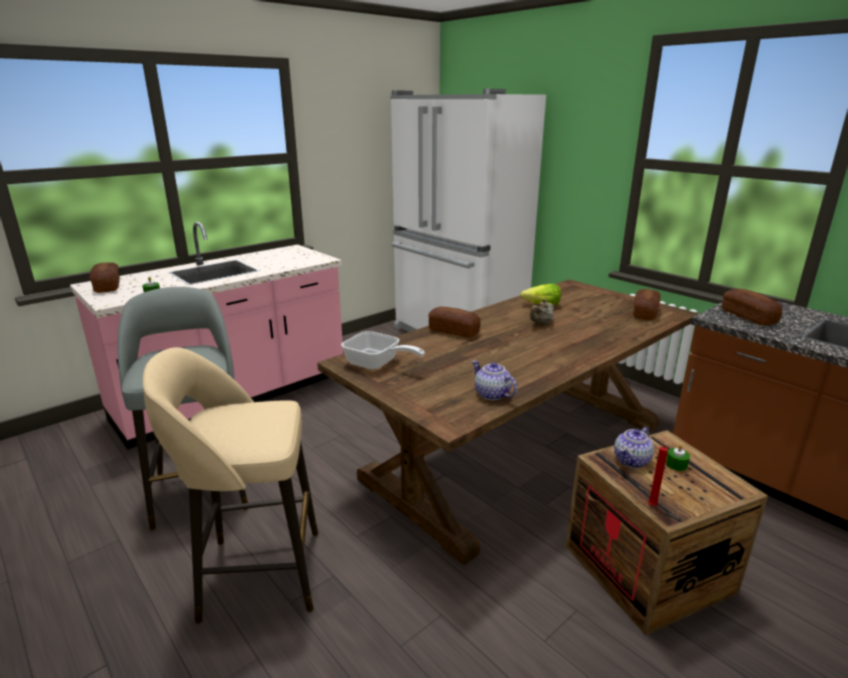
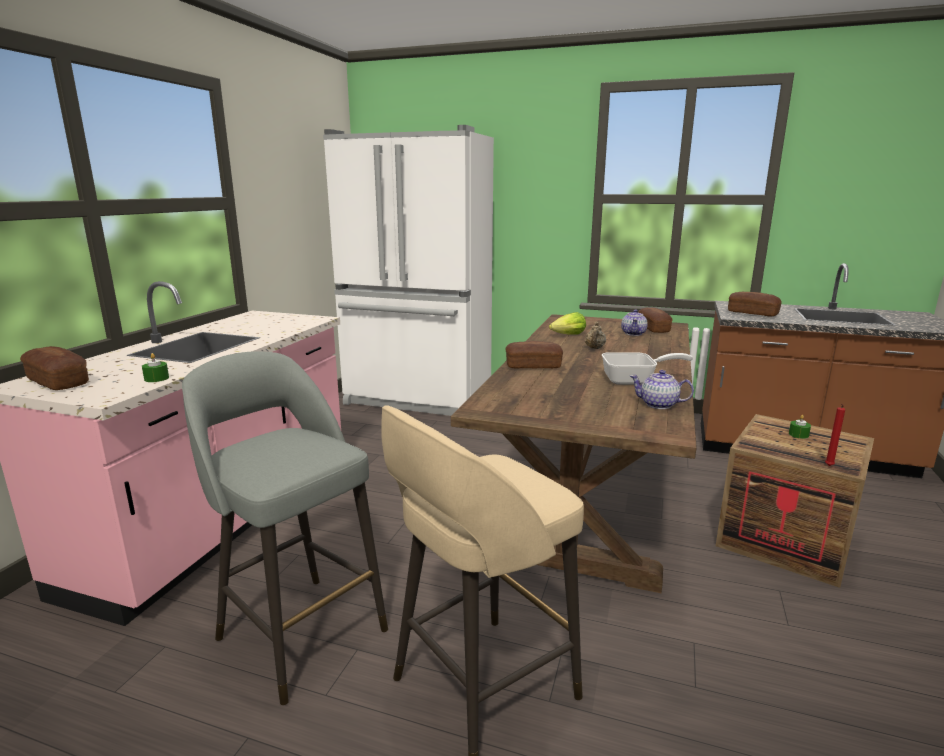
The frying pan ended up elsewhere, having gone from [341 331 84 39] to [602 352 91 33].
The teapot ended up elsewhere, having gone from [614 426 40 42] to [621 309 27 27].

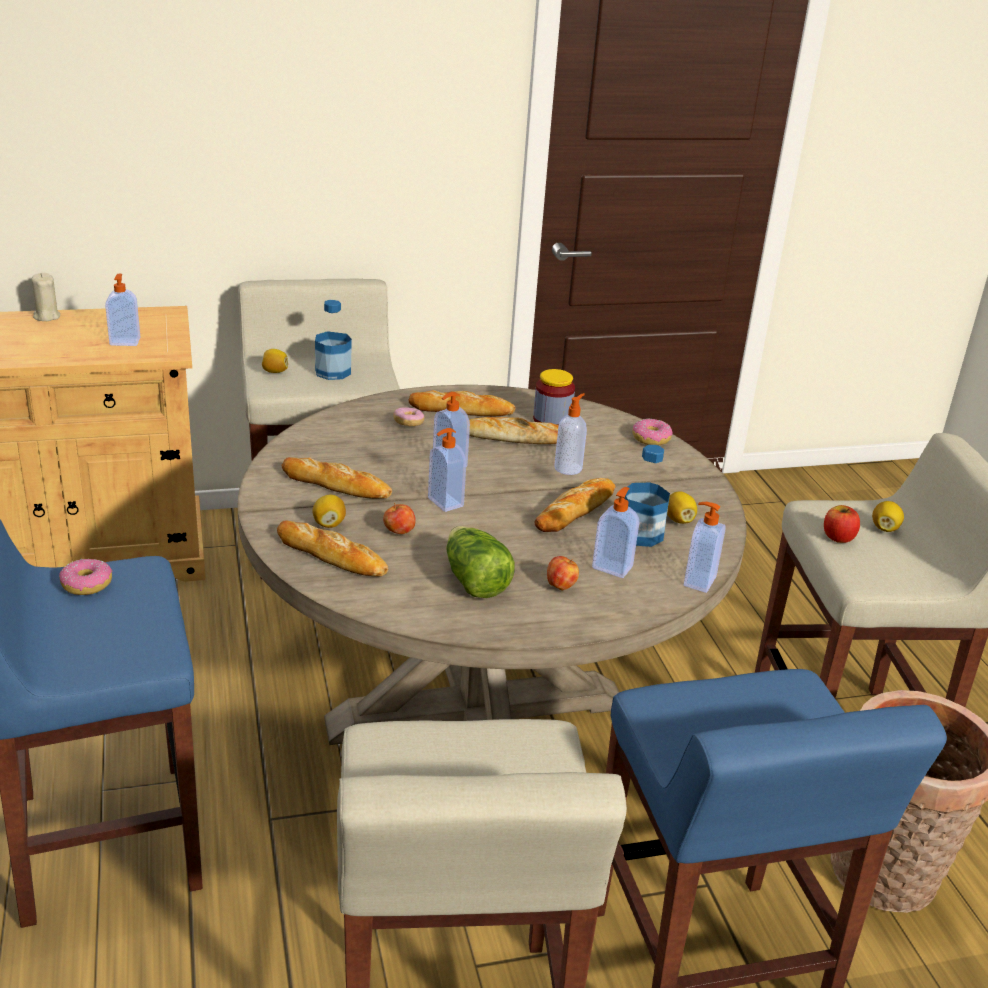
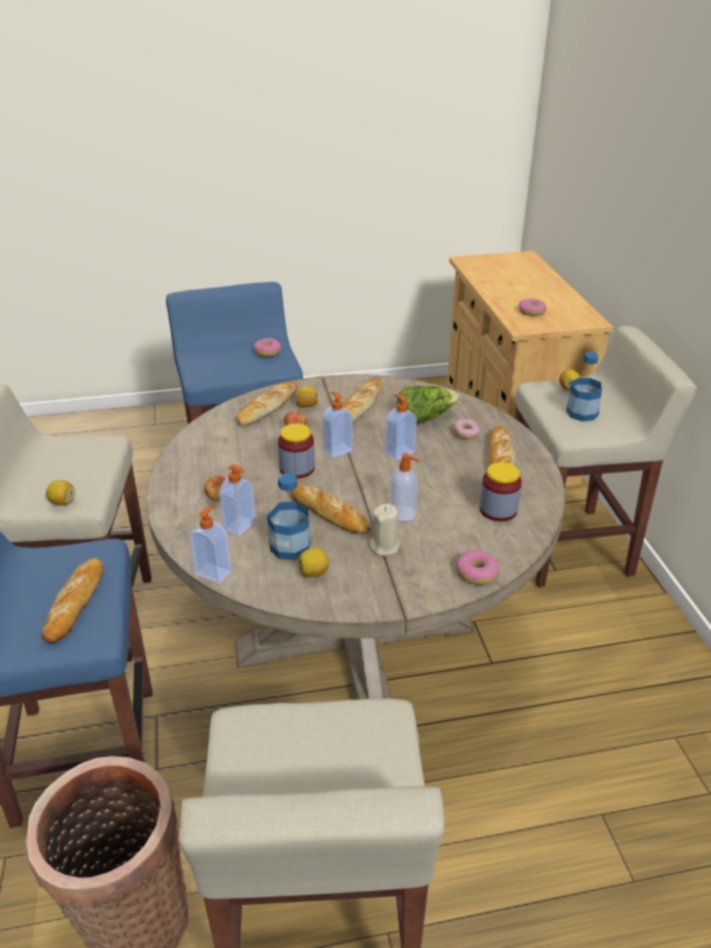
The beige wax candle ended up elsewhere, having gone from [31 273 29 48] to [369 503 31 53].
Where the soap dispenser stood at [105 274 35 72], the donut came to stand at [518 298 29 18].
The lettuce ended up elsewhere, having gone from [447 526 68 72] to [397 385 62 39].
The bread ended up elsewhere, having gone from [469 417 90 27] to [41 558 62 85].
The second view lost the apple fruit at [824 505 36 38].
The whole lemon ended up elsewhere, having gone from [872 501 32 31] to [46 480 29 25].
The second view gained the preserve jar at [278 423 37 56].

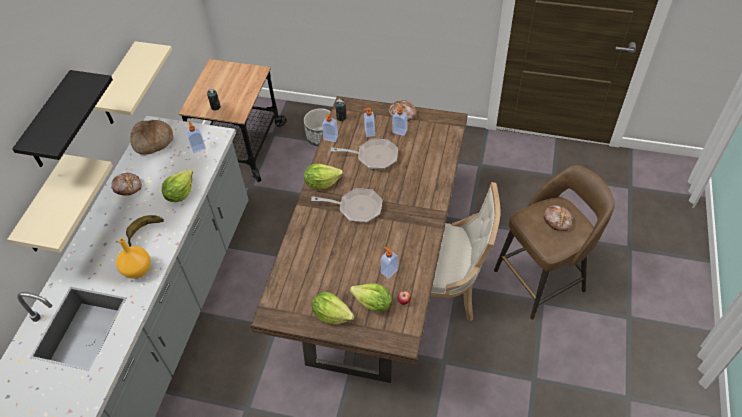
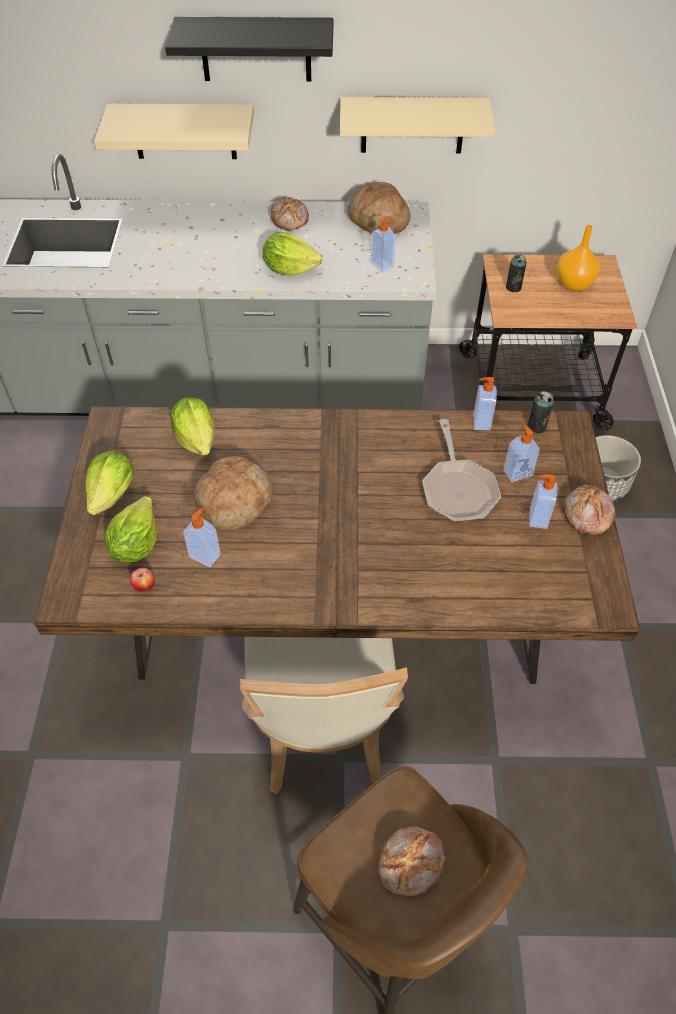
The orange vase ended up elsewhere, having gone from [116 238 34 41] to [557 225 43 66].
The second view lost the banana at [126 215 38 32].
The lettuce ended up elsewhere, having gone from [304 164 39 26] to [171 397 43 59].
The second view lost the frying pan at [311 188 71 35].
The second view gained the bread at [193 456 80 75].

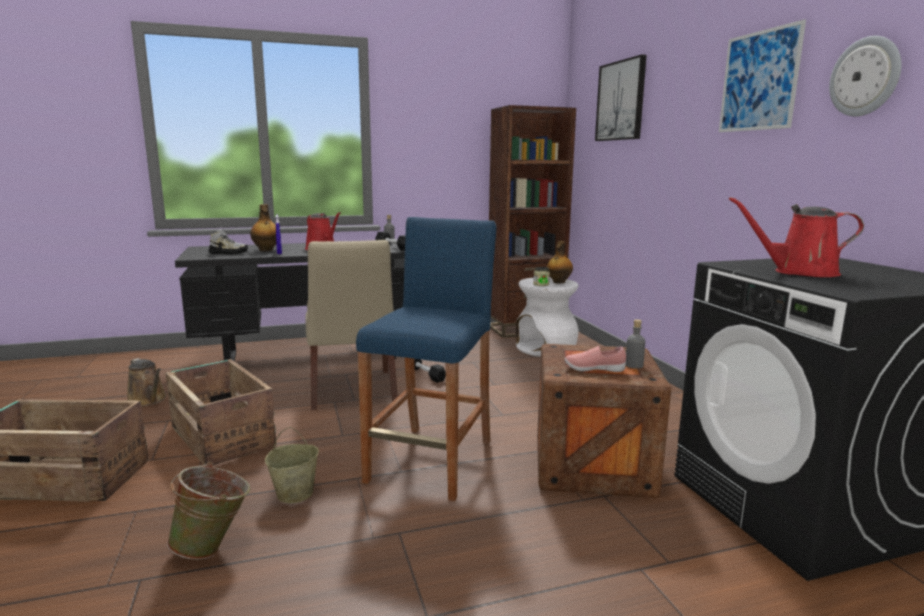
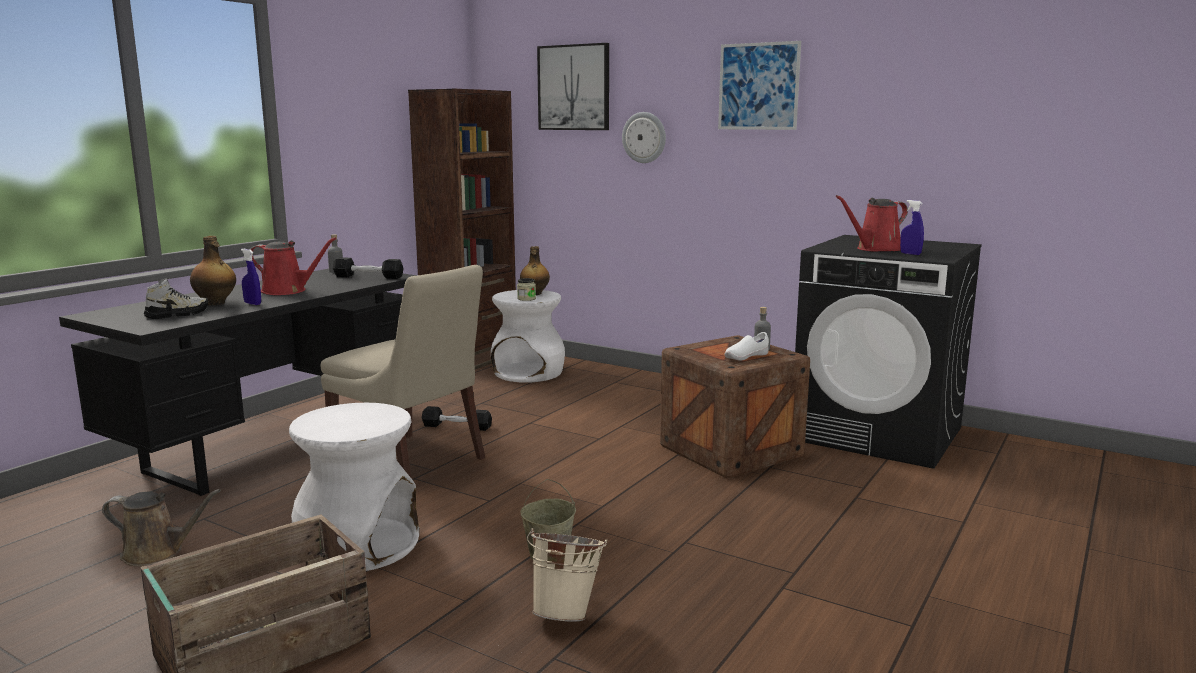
Where the crate stood at [165 359 112 106], the whitish stool came to stand at [289 403 130 168].
What was the green pail at [167 462 83 98] turned into the beige pail at [527 528 80 94].
The second view lost the blue stool at [356 217 141 284].
What was the pink shoe at [564 346 62 26] turned into the whitish shoe at [724 332 45 29].
The hanging clock ended up elsewhere, having gone from [829 36 72 81] to [622 112 44 51].
The second view gained the blue sprayer at [900 200 24 55].

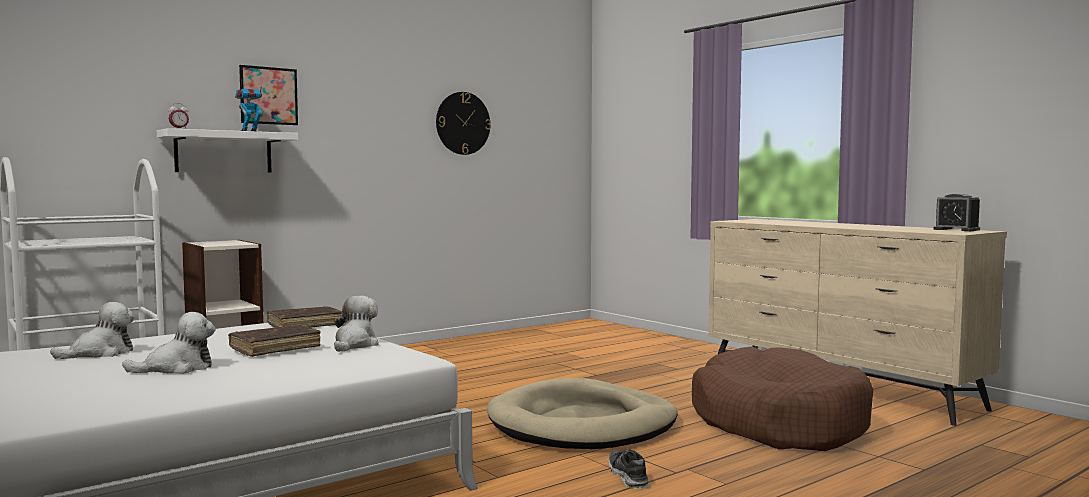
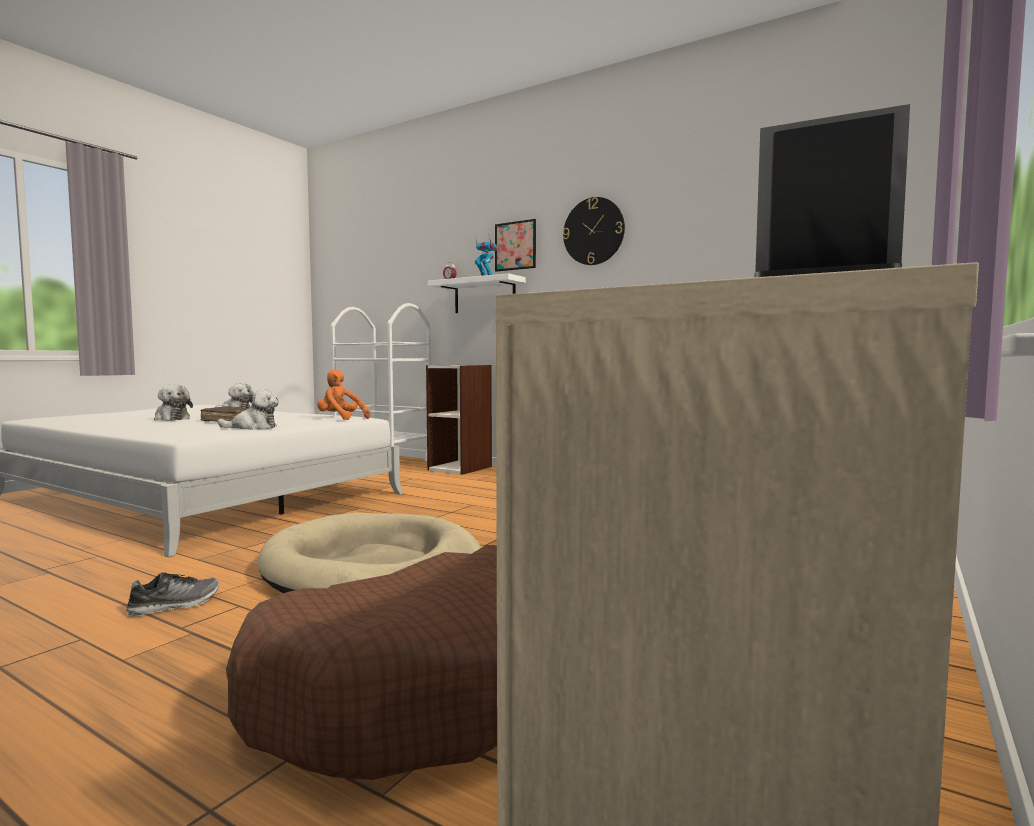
Where the brownish volume stood at [267 306 75 22], the orange soft toy came to stand at [317 369 53 51].
The hanging clock ended up elsewhere, having gone from [436 92 55 63] to [563 197 62 68].

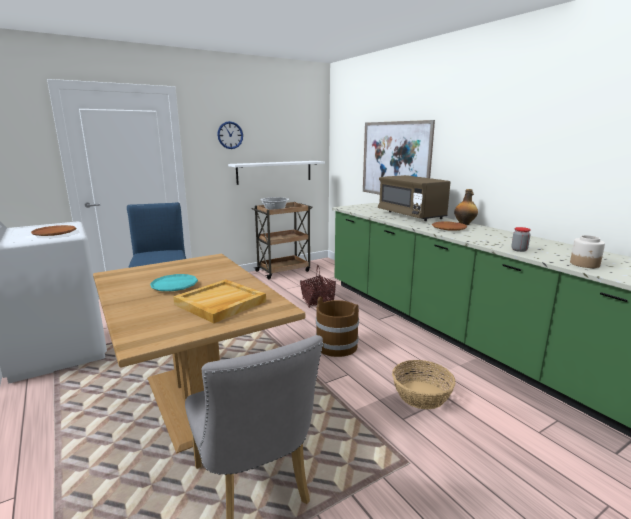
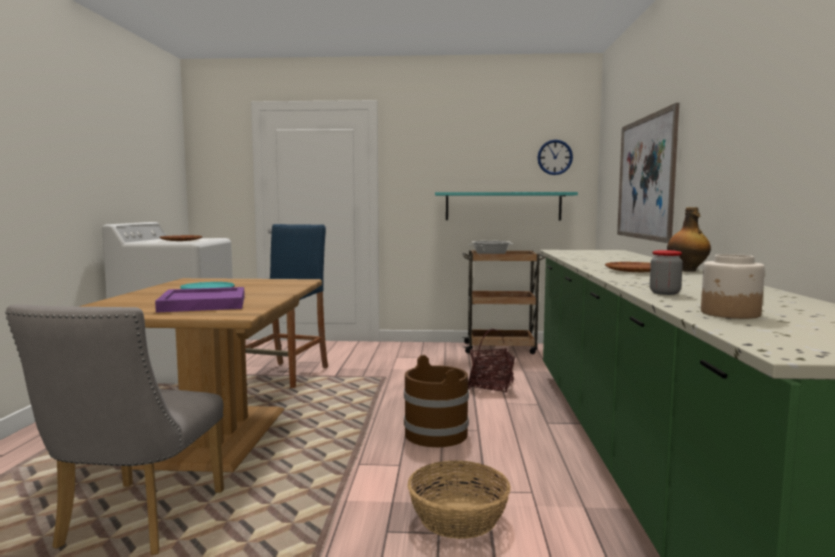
What was the beige tray at [173 279 93 45] turned into the purplish tray at [155 287 90 26].
The hanging clock ended up elsewhere, having gone from [217 121 26 28] to [537 140 36 35].
What was the whitish wall shelf at [228 161 97 24] turned into the turquoise wall shelf at [435 192 143 29].
The second view lost the brownish microwave oven at [378 175 72 46].

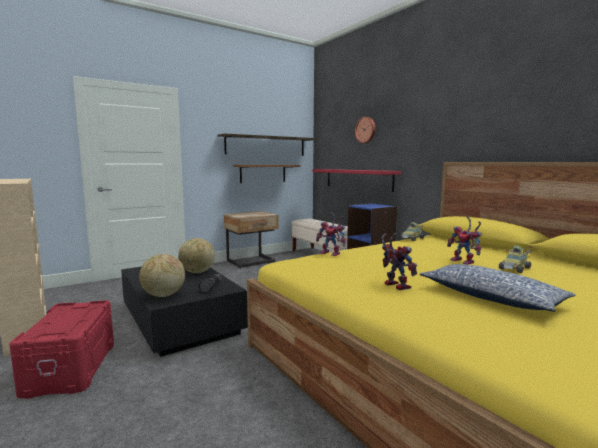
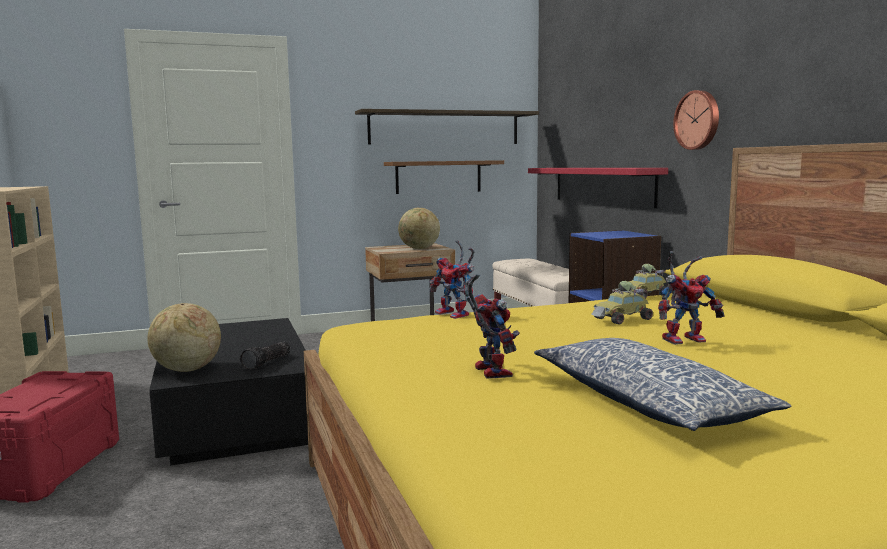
The desk globe ended up elsewhere, having gone from [178 238 37 35] to [398 208 42 41].
The hanging clock ended up elsewhere, having gone from [355 117 20 26] to [673 90 46 60].
The toy robot at [447 216 35 49] ended up facing another way, 90 degrees counterclockwise from before.
The model car ended up elsewhere, having gone from [499 245 32 28] to [591 281 62 44].

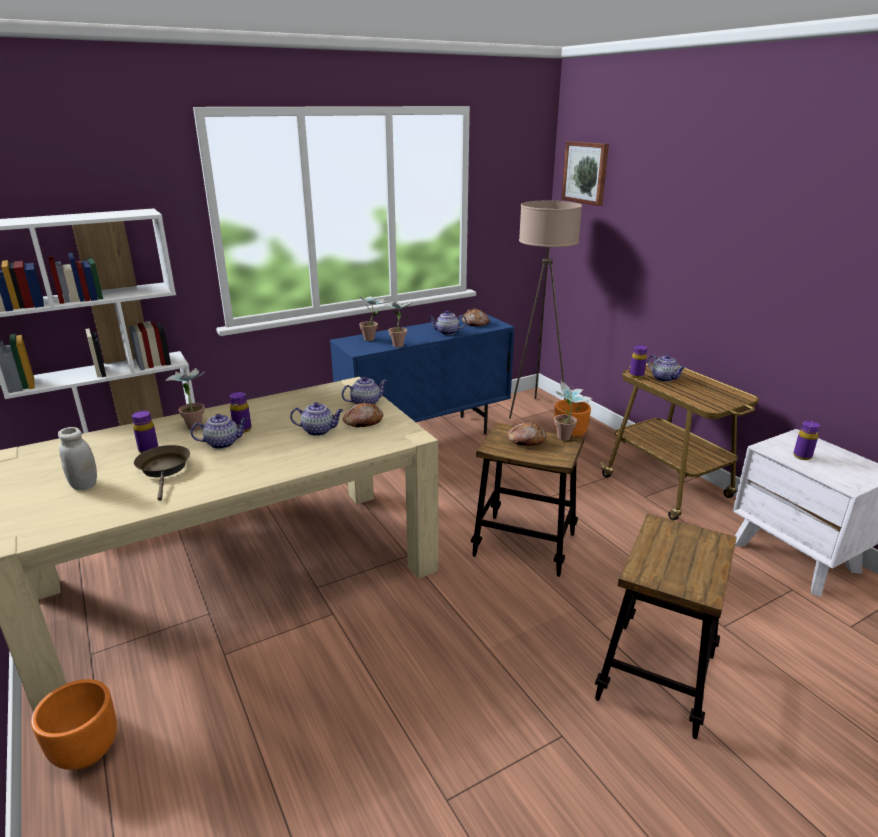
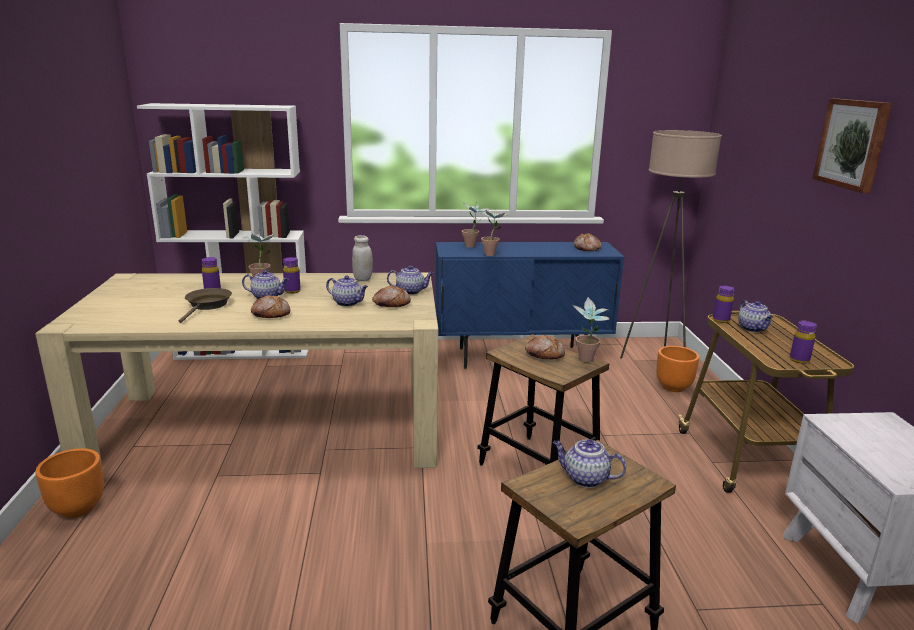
The whitish preserve jar ended up elsewhere, having gone from [58 427 39 63] to [352 235 21 46].
The teapot ended up elsewhere, having gone from [429 311 38 24] to [553 439 73 49].
The wall picture ended up elsewhere, having gone from [561 141 48 65] to [813 98 79 95].
The purplish bottle ended up elsewhere, having gone from [793 421 27 39] to [790 321 27 43].
The second view gained the bread at [251 295 39 23].

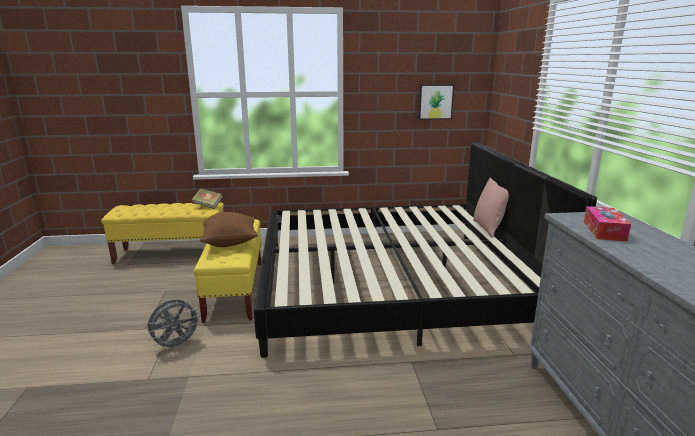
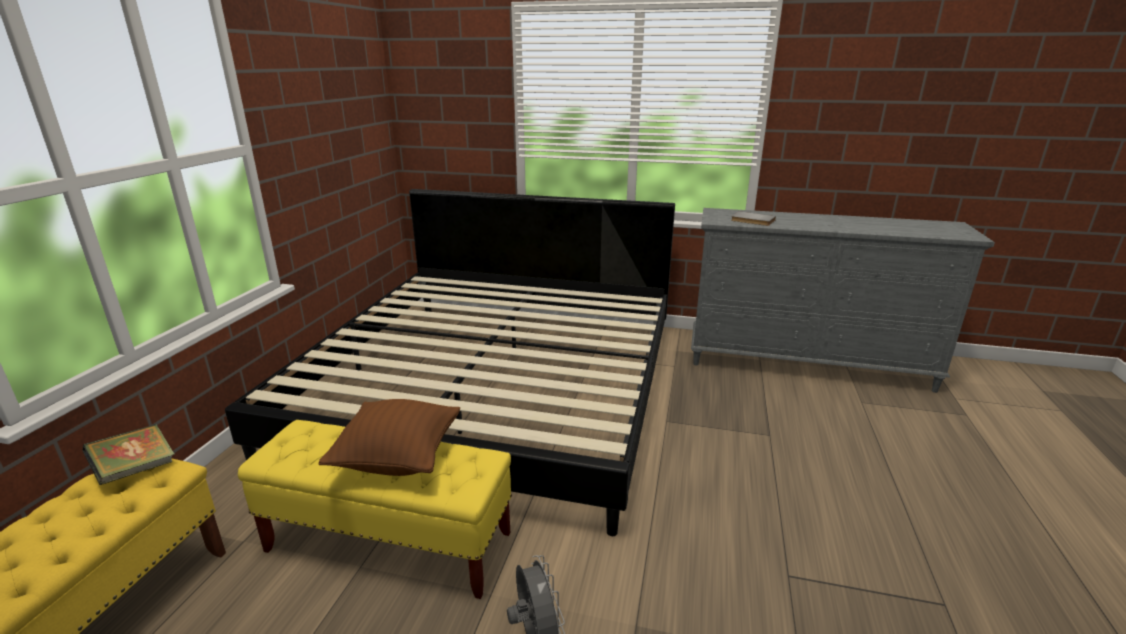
The second view lost the wall picture at [418 84 36 36].
The second view lost the pink throw pillow at [473 178 36 60].
Where the box of tissues stood at [584 206 47 35], the greyish volume came to stand at [731 211 45 15].

